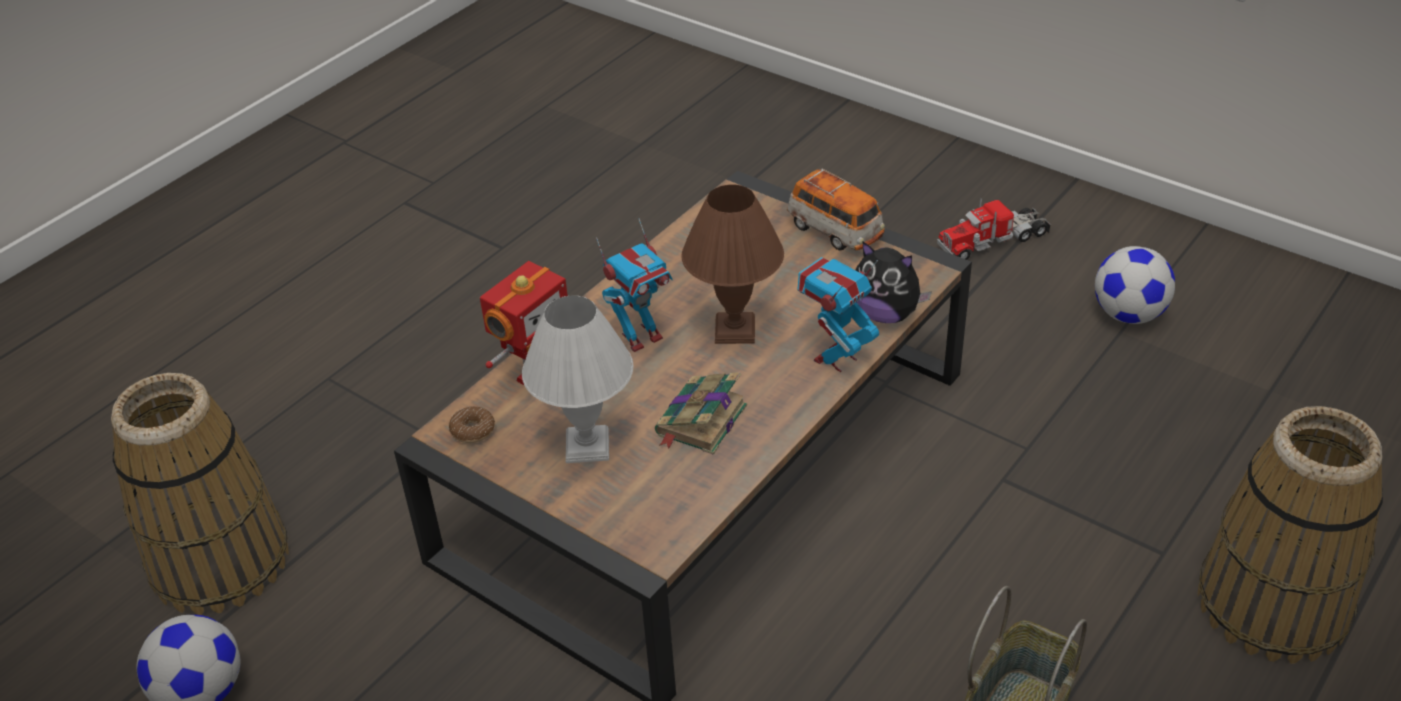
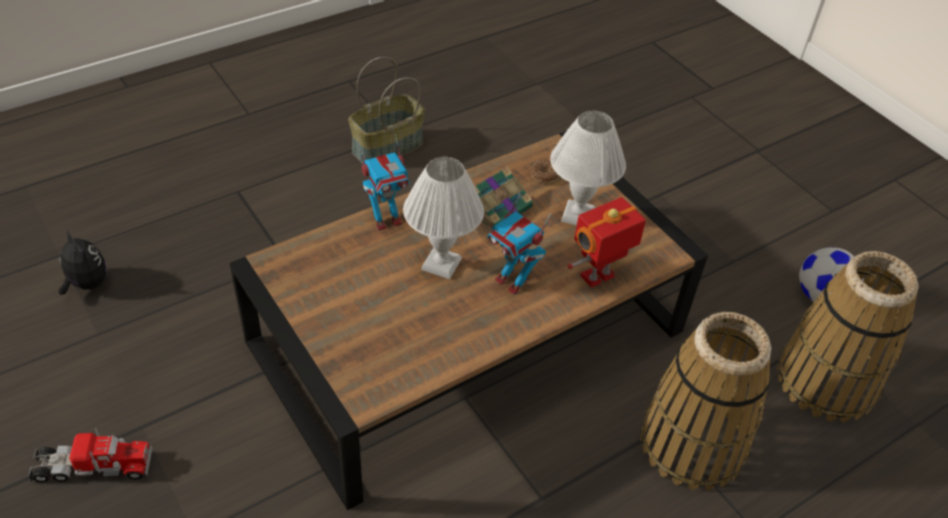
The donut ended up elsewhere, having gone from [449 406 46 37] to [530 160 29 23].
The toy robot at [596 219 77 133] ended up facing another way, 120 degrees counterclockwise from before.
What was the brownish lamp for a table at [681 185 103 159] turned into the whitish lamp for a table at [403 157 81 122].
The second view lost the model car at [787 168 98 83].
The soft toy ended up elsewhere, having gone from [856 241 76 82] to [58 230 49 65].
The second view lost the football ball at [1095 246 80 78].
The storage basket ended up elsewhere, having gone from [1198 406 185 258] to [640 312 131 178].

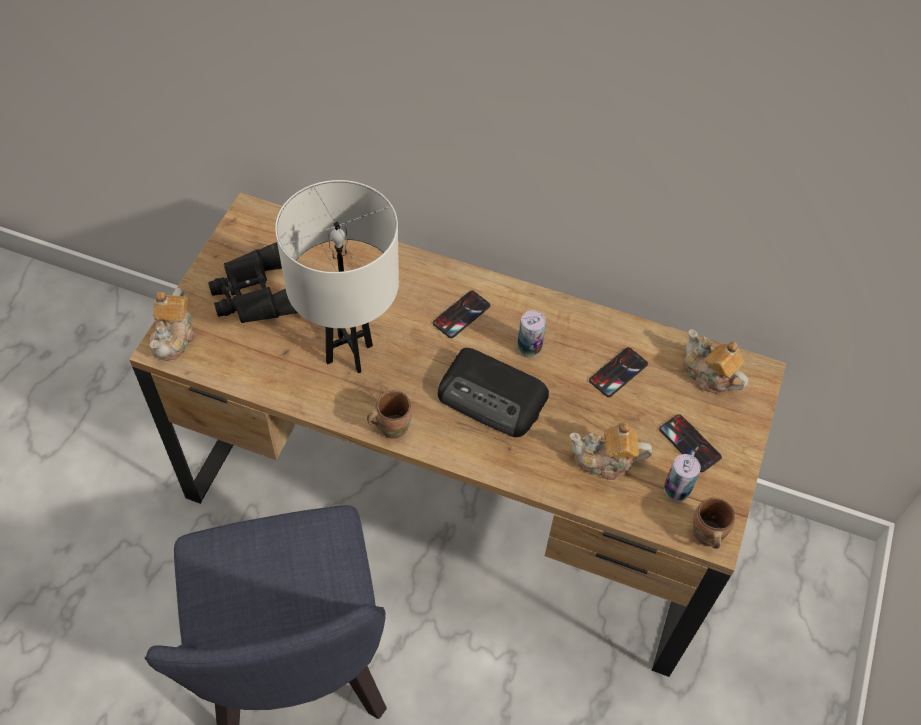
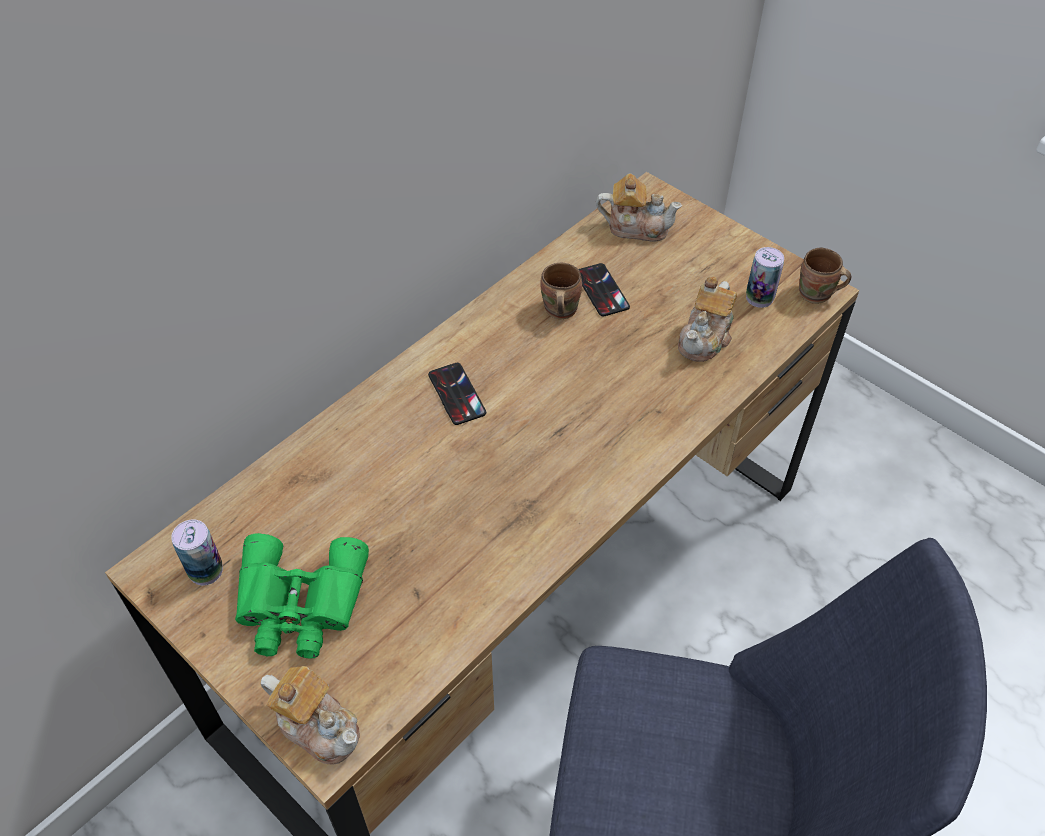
What was the blackish field glasses at [208 242 90 81] turned into the green field glasses at [235 533 134 125].
The second view lost the whitish lamp for a table at [275 180 124 193].
The brownish coffee mug ended up elsewhere, having gone from [367 390 45 49] to [540 263 42 56].
The second view lost the radio set at [438 348 111 89].
The metal can ended up elsewhere, having gone from [517 310 29 48] to [171 520 52 66].
The second view lost the telephone at [659 414 63 58].
The teapot at [683 329 65 65] ended up facing another way, 150 degrees counterclockwise from before.

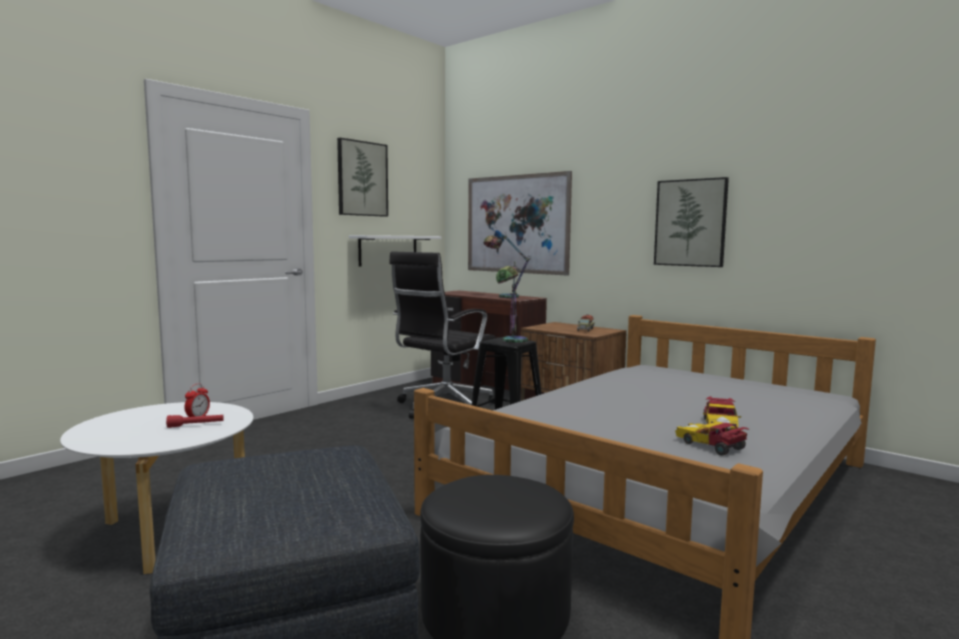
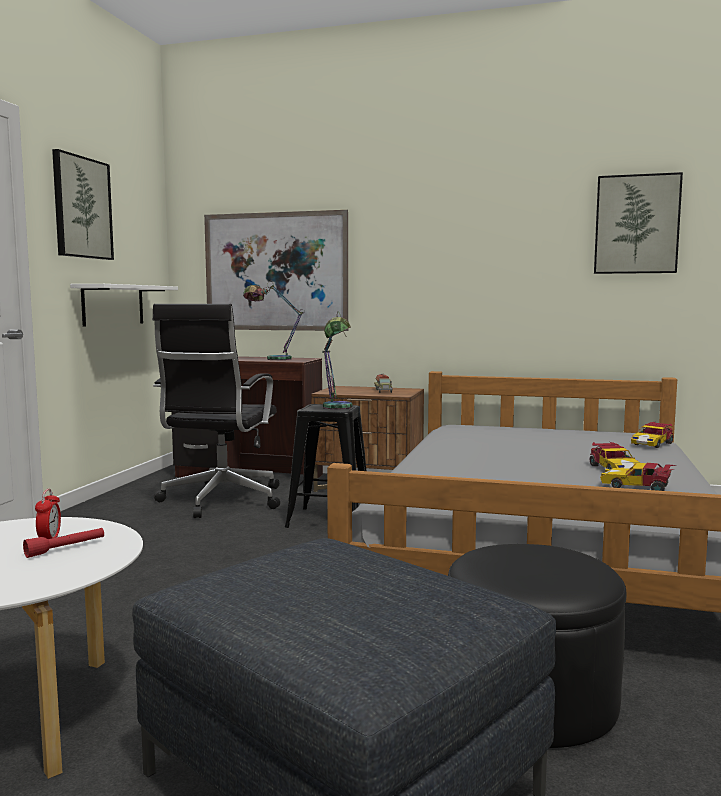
The wall picture ended up elsewhere, having gone from [654 177 75 90] to [594 172 89 102].
The second view gained the model car at [631 422 42 26].

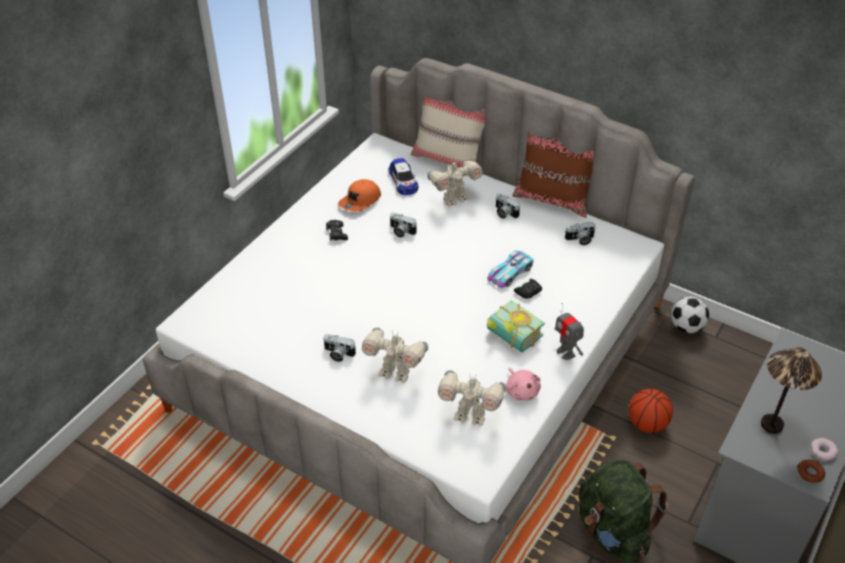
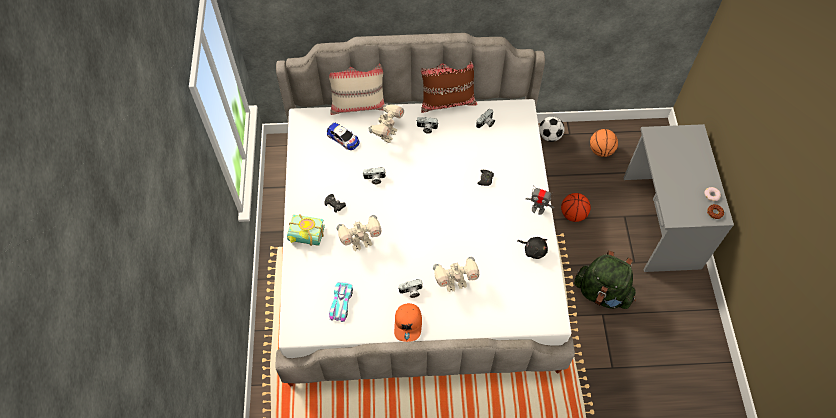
The orange cap ended up elsewhere, having gone from [338 179 43 33] to [394 303 28 39].
The toy robot ended up elsewhere, having gone from [438 370 68 56] to [337 215 45 36].
The model car ended up elsewhere, having gone from [487 250 47 38] to [329 282 24 40].
The volume ended up elsewhere, having gone from [487 300 58 52] to [287 214 38 32].
What was the pink soft toy at [505 368 36 33] turned into the blackish soft toy at [517 237 31 22].
The second view lost the lamp for a table at [761 347 61 87].
The second view gained the basketball at [590 129 28 28].

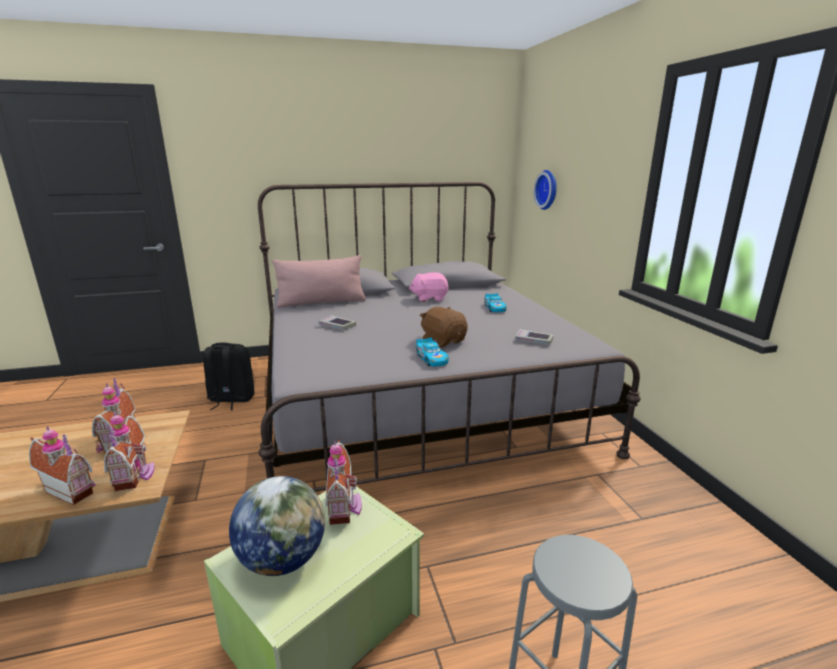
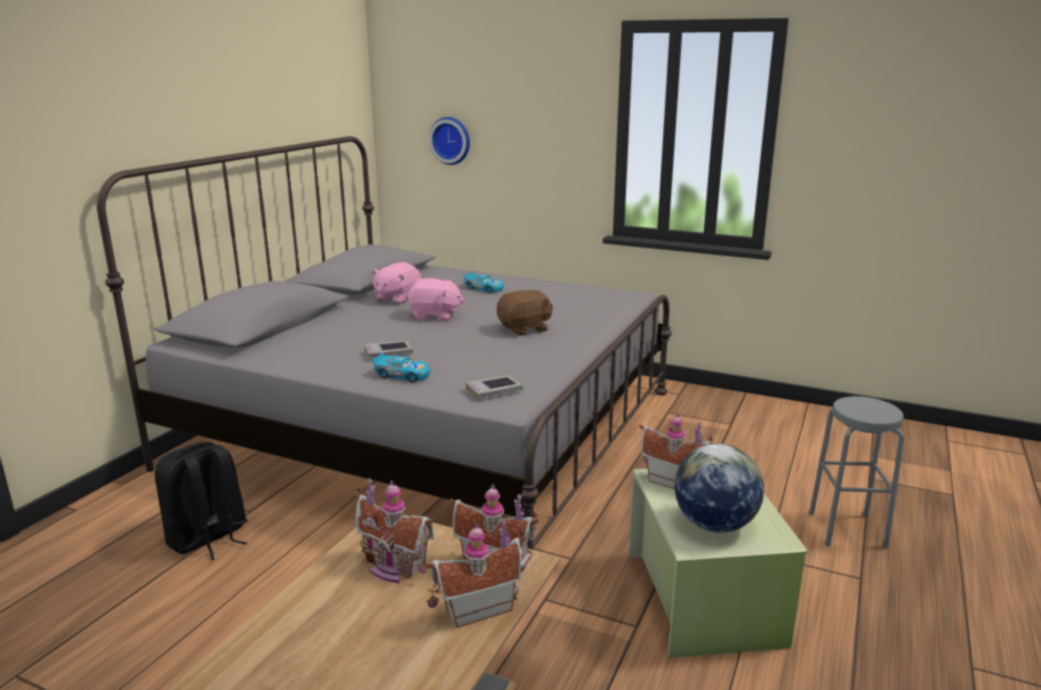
The second view lost the pink throw pillow at [273 255 93 53].
The model car ended up elsewhere, having gone from [416 337 33 30] to [372 353 58 30].
The brownish soft toy at [420 307 48 40] ended up facing another way, 150 degrees clockwise from before.
The volume ended up elsewhere, having gone from [515 329 39 16] to [465 376 58 23].
The second view gained the pink soft toy at [408 278 57 43].

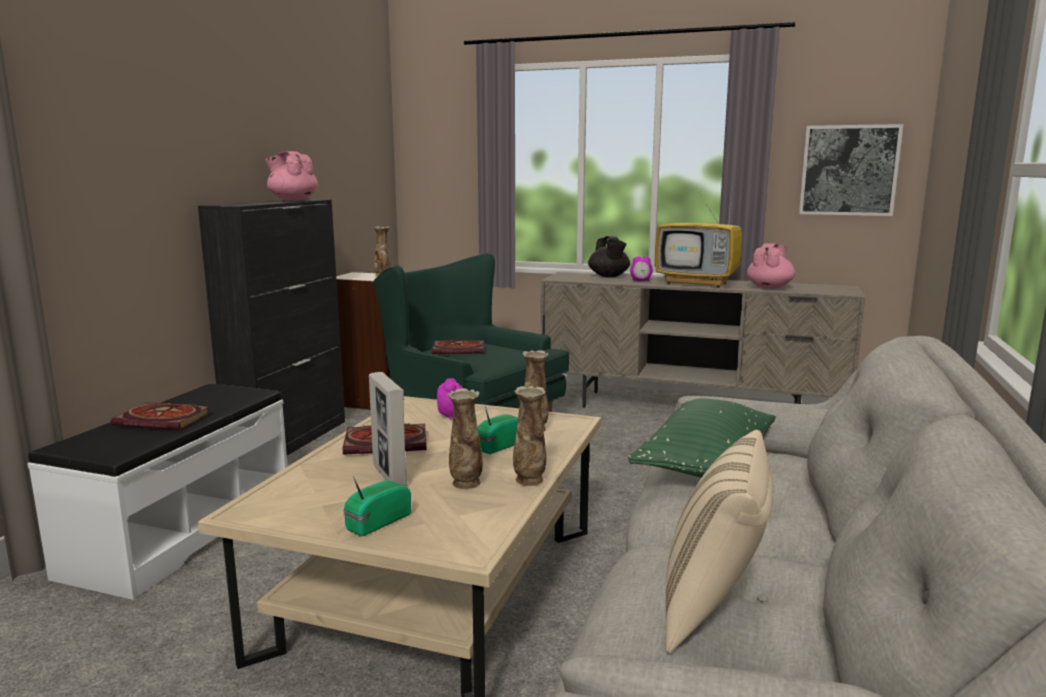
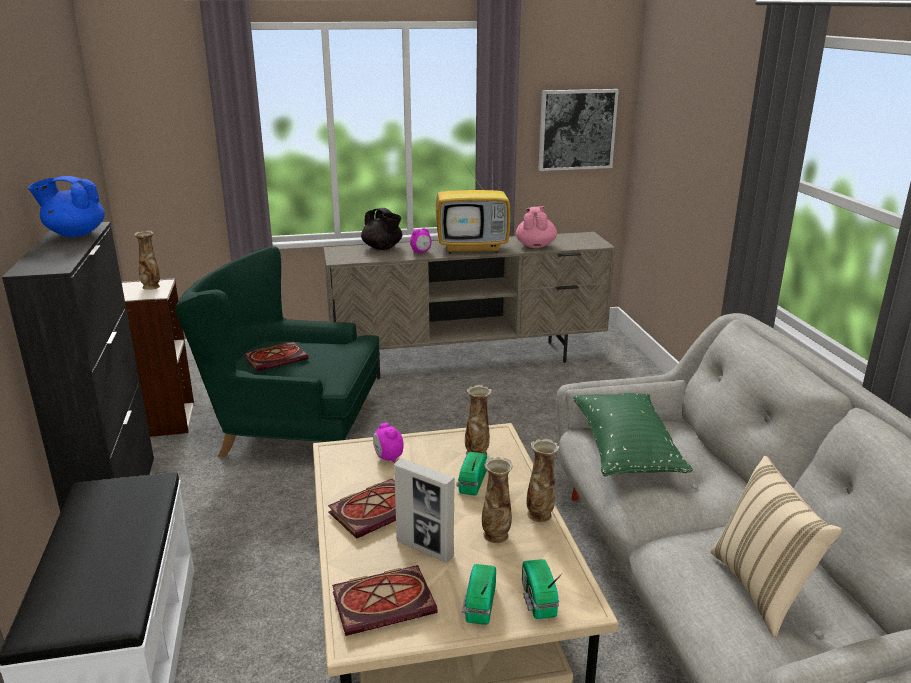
The volume ended up elsewhere, having gone from [110 402 101 28] to [332 565 106 71].
What was the pink teapot at [265 151 53 50] turned into the blue teapot at [28 176 77 61].
The second view gained the radio set at [522 559 41 60].

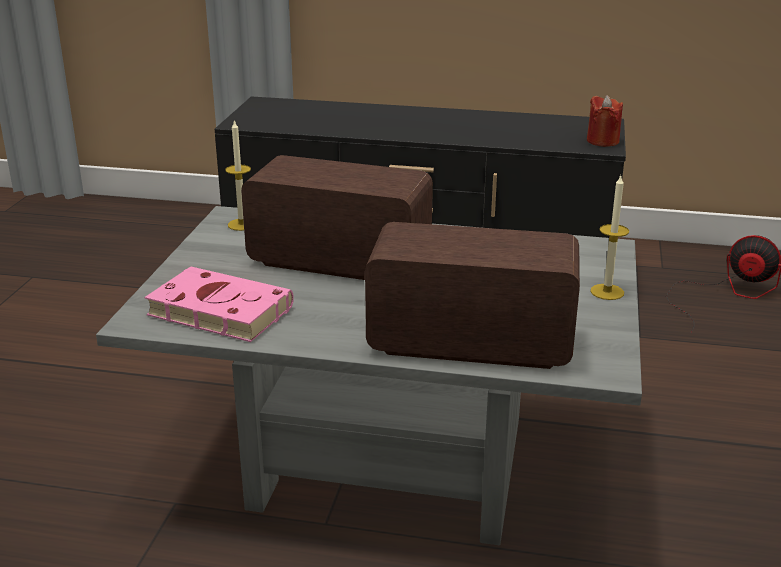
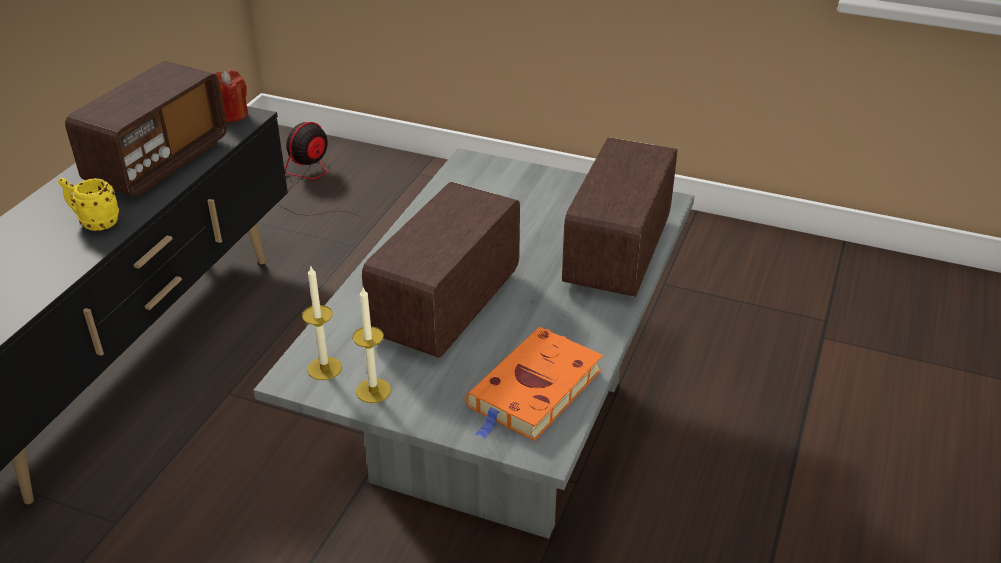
What was the pink volume at [145 266 149 76] turned into the orange volume at [466 327 137 114].
The wax candle ended up elsewhere, having gone from [590 175 39 125] to [352 288 39 115].
The second view gained the yellowish coffee mug at [58 178 62 53].
The second view gained the radio set at [65 61 162 135].

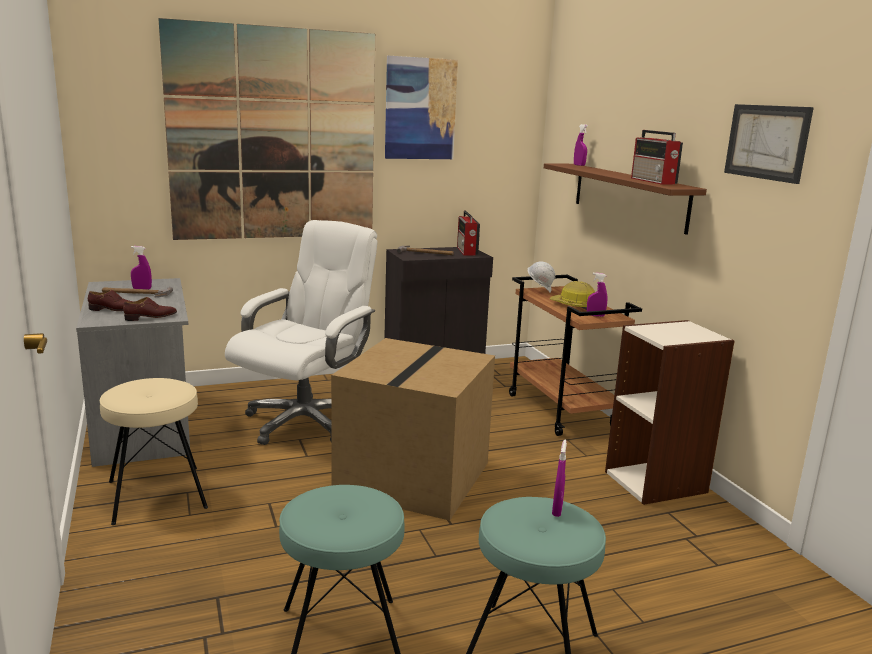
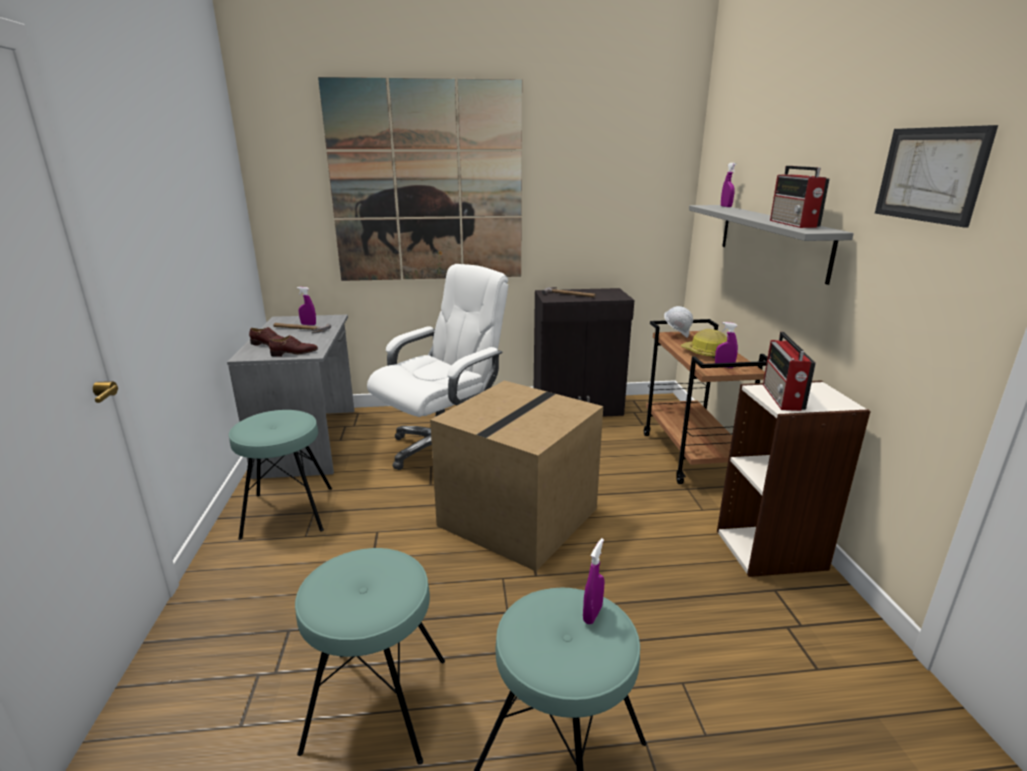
What was the beige stool at [100 378 108 147] turned into the turquoise stool at [229 410 103 130].
The second view lost the wall picture at [385 56 73 103].
The radio set ended up elsewhere, having gone from [457 210 23 46] to [763 332 53 79].
What was the brownish wall shelf at [544 163 163 72] turned into the greyish wall shelf at [689 205 165 80].

